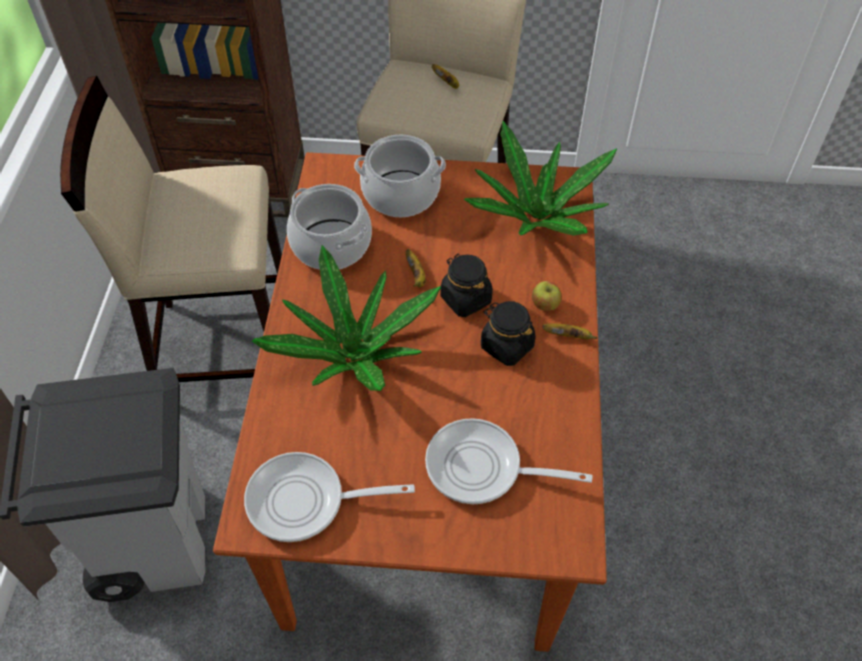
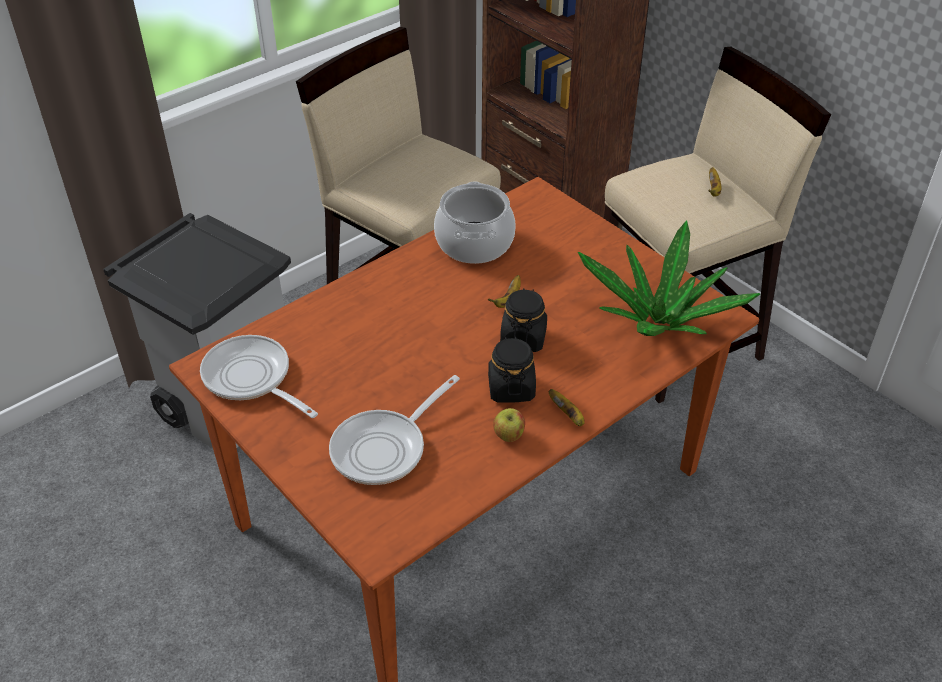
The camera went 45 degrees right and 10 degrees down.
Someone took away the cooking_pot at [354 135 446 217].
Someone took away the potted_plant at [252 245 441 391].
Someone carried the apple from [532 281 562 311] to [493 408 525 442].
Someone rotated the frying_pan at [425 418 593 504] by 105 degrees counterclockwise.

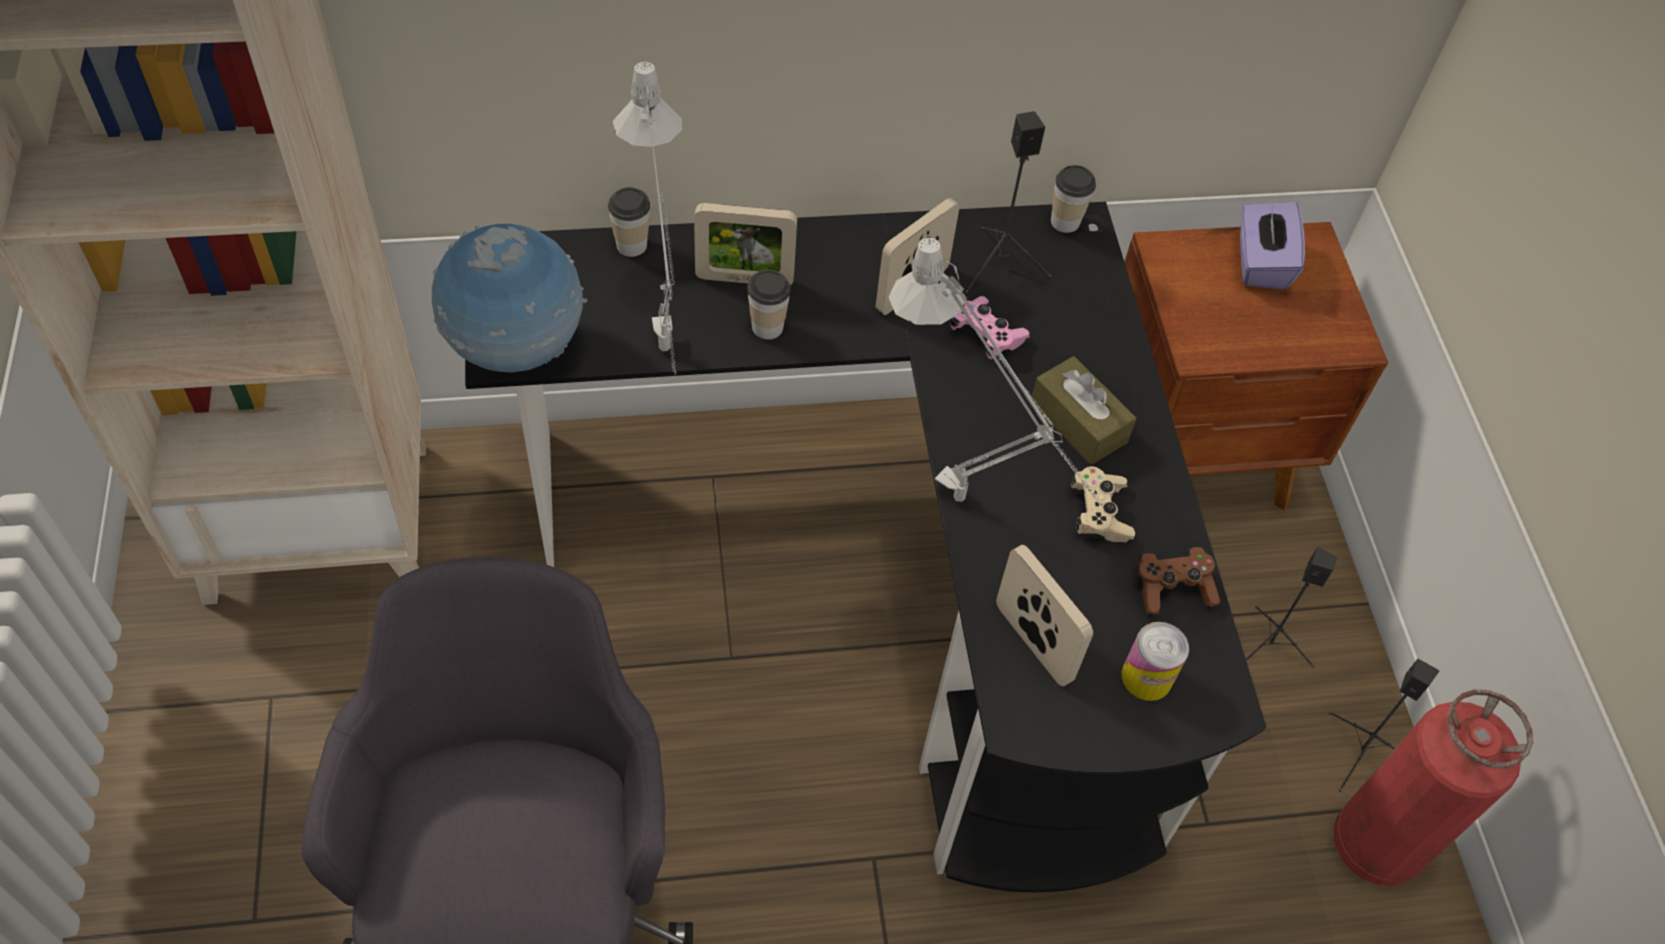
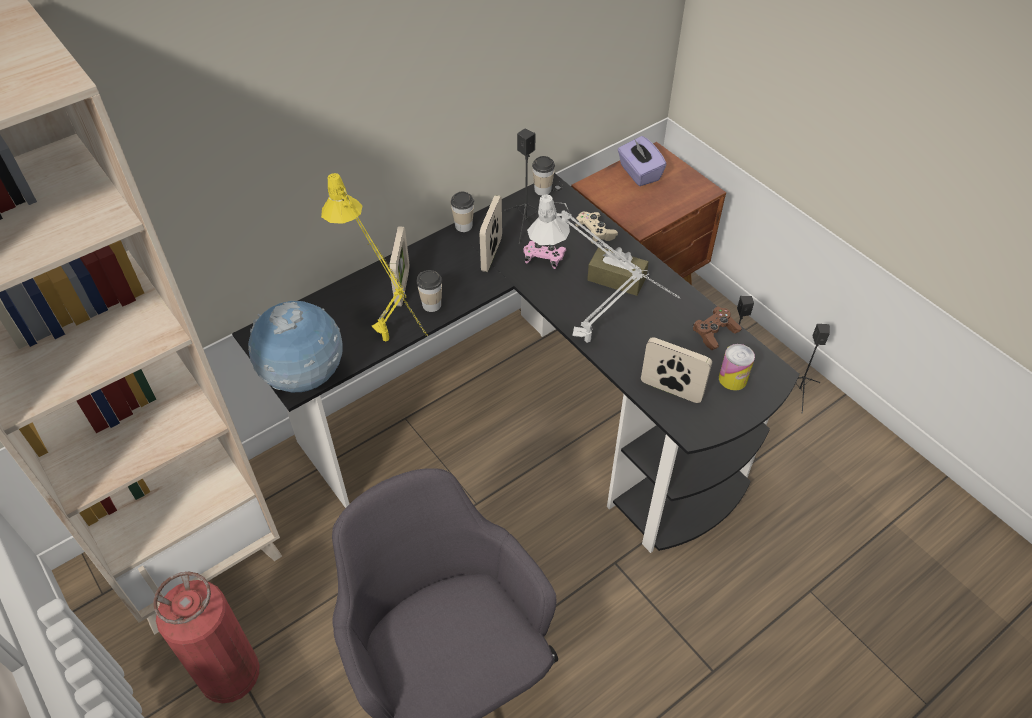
The camera went 25 degrees left and 5 degrees down.
Someone repainted the grey_table_lamp at [612 62 682 375], which became the yellow_table_lamp at [321 173 428 341].
Someone carried the cup from [608 187 650 257] to [450 192 474 232].
Someone rotated the picture_frame at [694 203 797 285] by 60 degrees counterclockwise.
Someone carried the beige_game_controller from [1071 467 1135 542] to [575 212 618 243].
Someone carried the fire_extinguisher from [1333 689 1533 886] to [153 571 259 703].

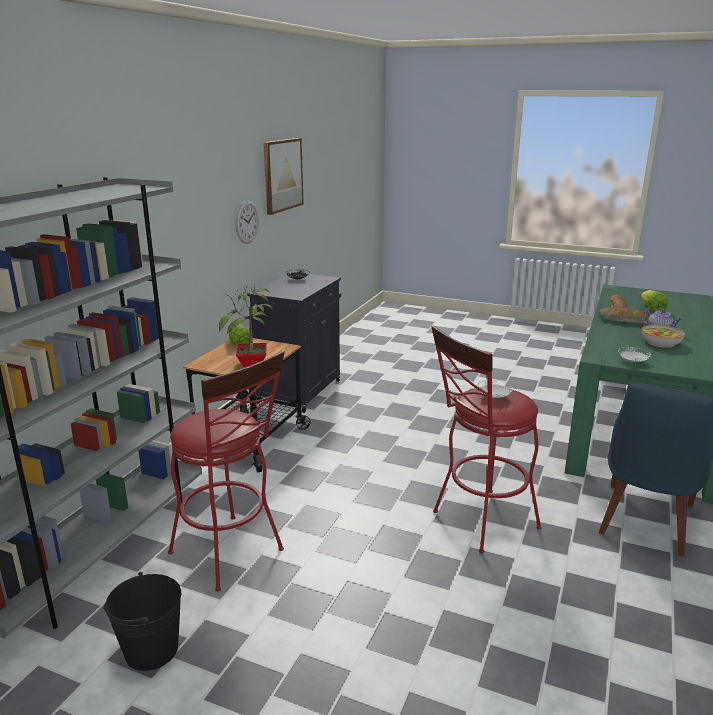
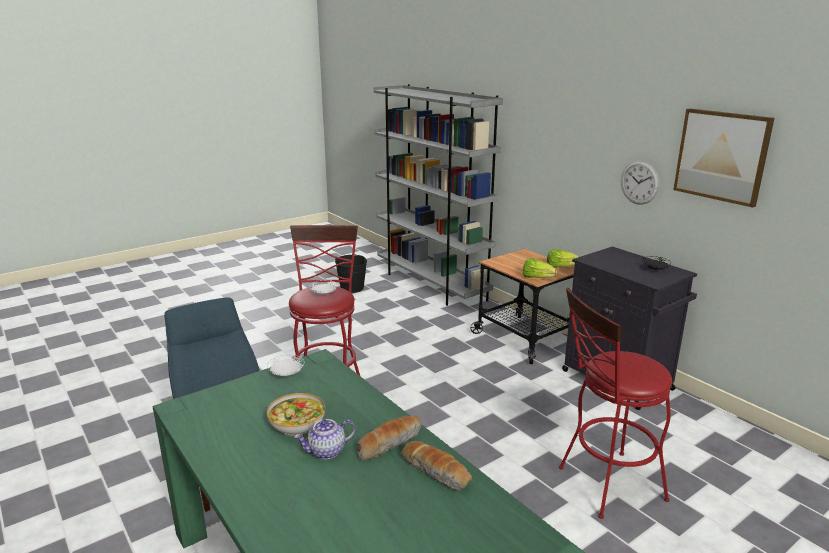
The camera went 120 degrees right and 0 degrees up.
Someone took away the potted_plant at [219 285 273 367].
Someone carried the lettuce from [641 290 668 312] to [523 258 557 278].
Someone carried the red_stool from [168 351 285 591] to [559 288 672 519].

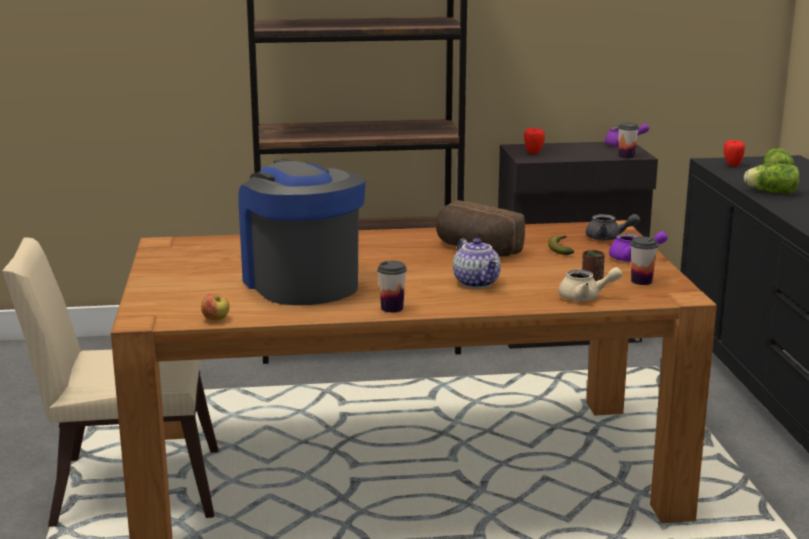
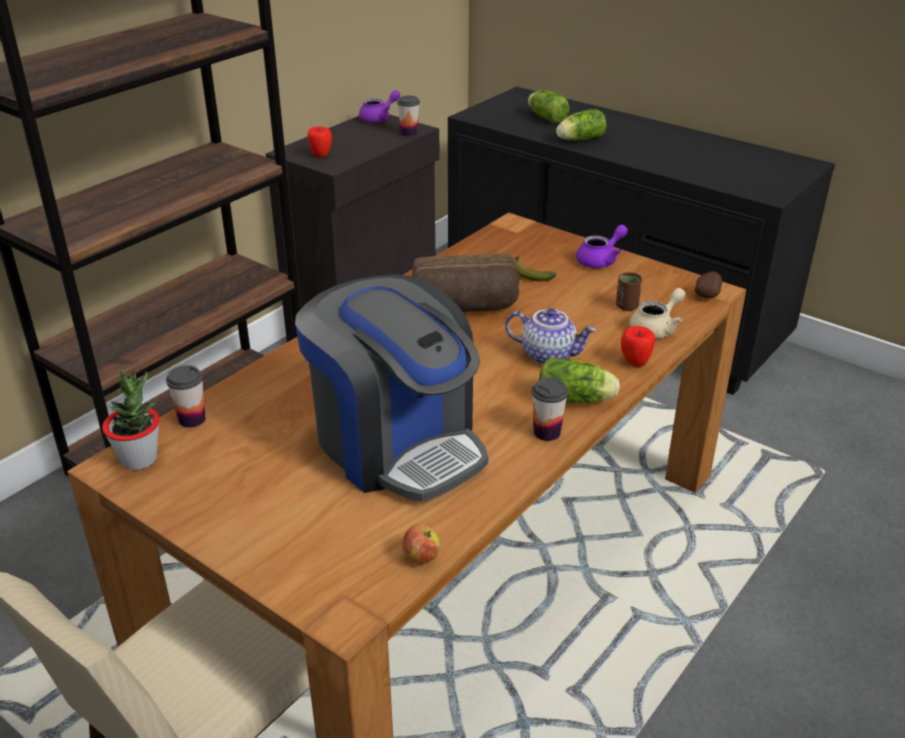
The camera went 45 degrees left and 15 degrees up.
Someone carried the apple from [724 140 745 166] to [621 326 655 367].
Someone rotated the coffee_machine at [238 159 366 305] by 150 degrees counterclockwise.
Someone took away the grey_teapot at [586 214 640 241].
Someone carried the cup from [630 236 659 285] to [166 365 206 428].
Someone put down the potato at [695 272 722 298].
Someone put down the lettuce at [539 358 620 403].
Someone put down the potted_plant at [102 370 160 470].

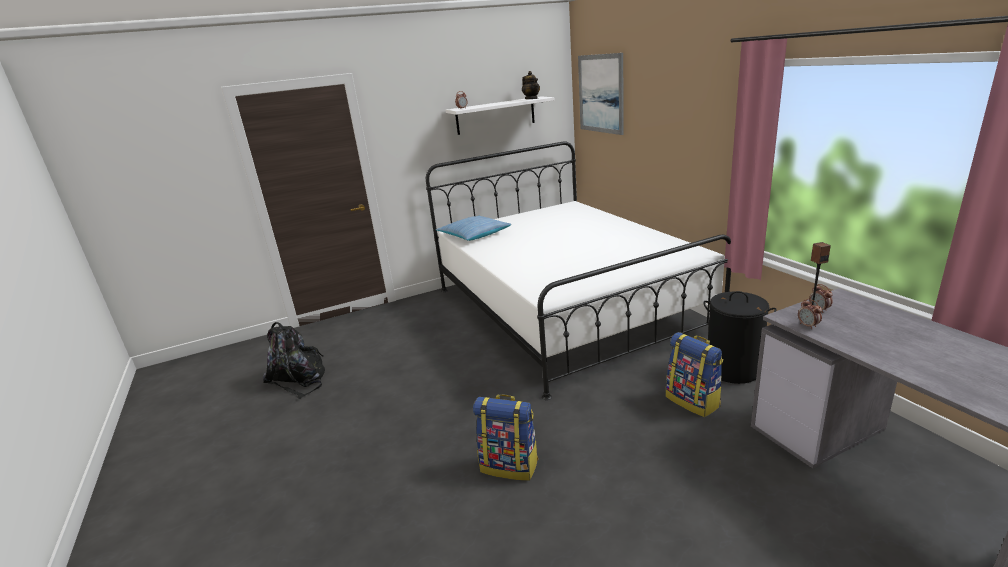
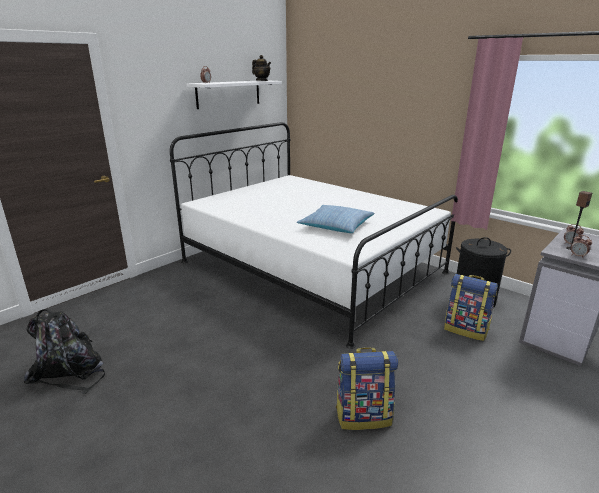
The camera went 25 degrees left and 0 degrees up.
Someone took away the picture at [578 53 624 135].
Someone carried the pillow from [436 216 511 241] to [297 205 374 233].

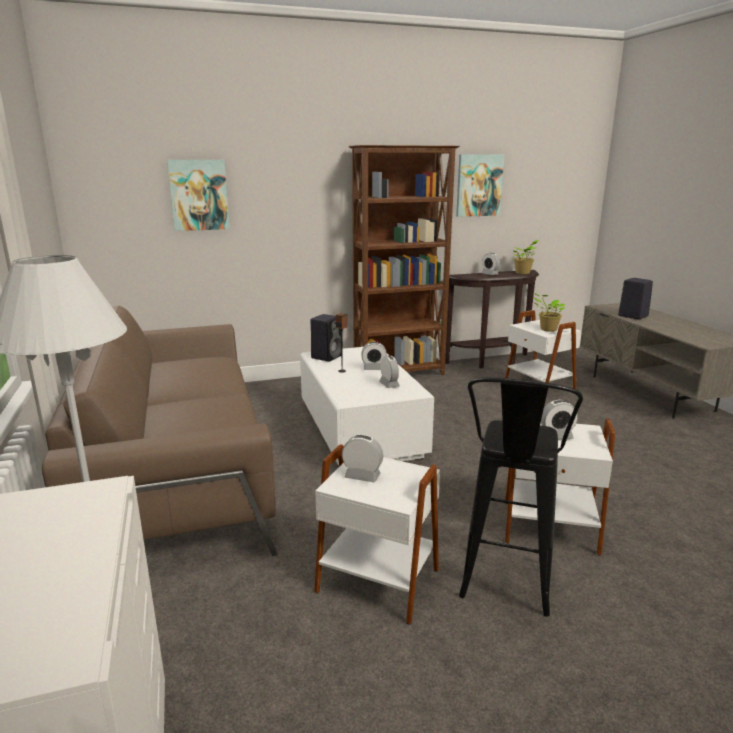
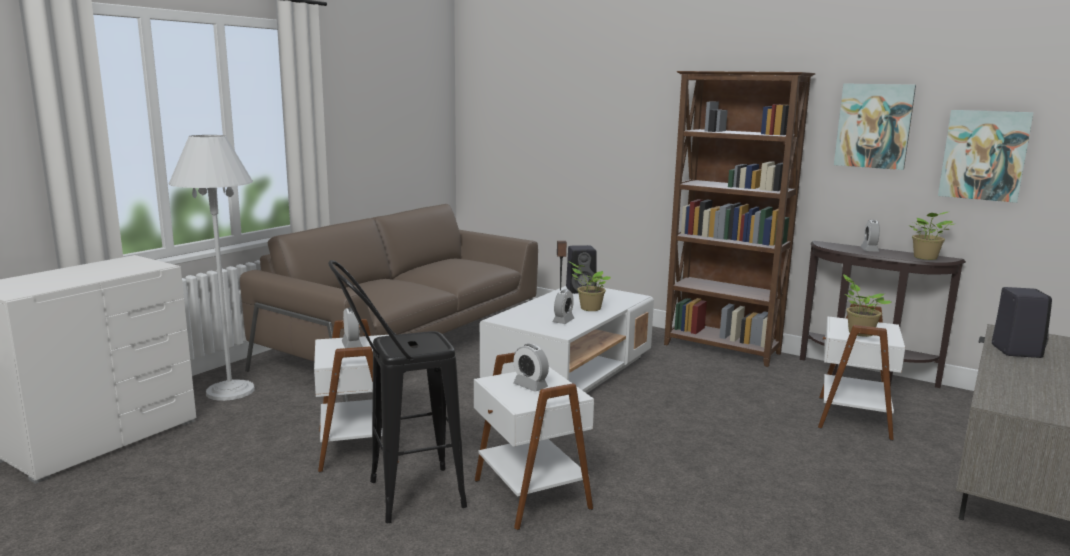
The camera went 50 degrees right and 5 degrees down.
Someone carried the picture from [167 160 230 231] to [938 110 1034 203].
Someone swapped the alarm_clock at [361 342 387 370] for the potted_plant at [568 261 611 311].

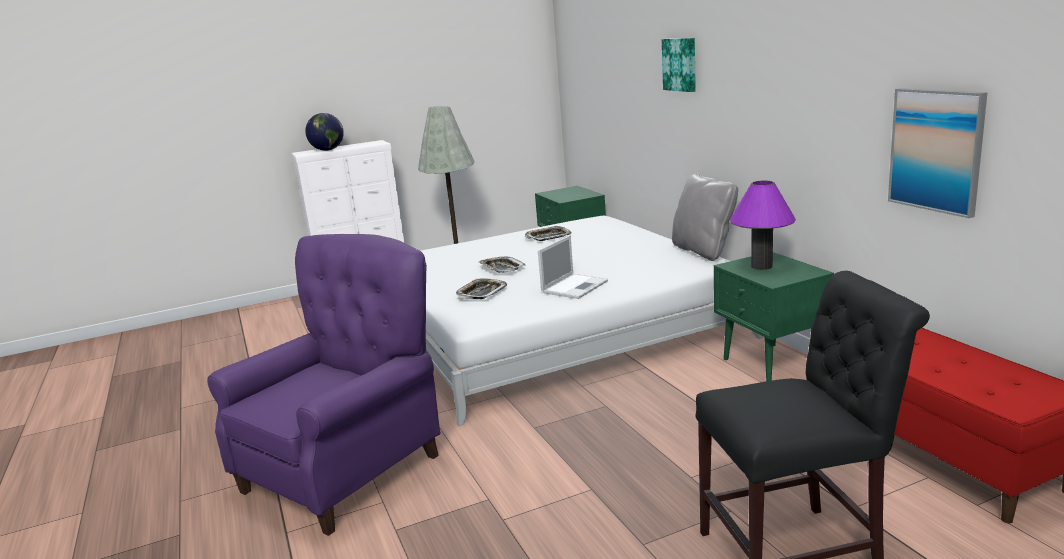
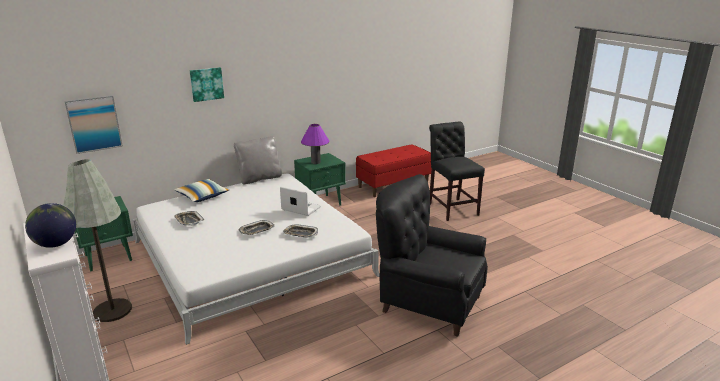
The camera went 100 degrees left and 5 degrees up.
Someone carried the picture from [888 88 988 218] to [64 95 123 154].
Someone repainted the purple_armchair at [207 234 441 536], which became the black_armchair at [376 174 488 337].
Someone put down the pillow at [174 179 229 202].

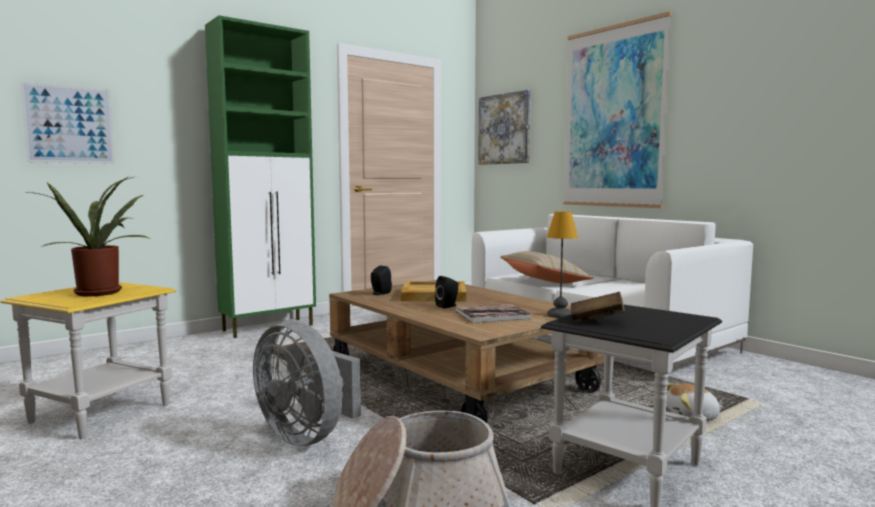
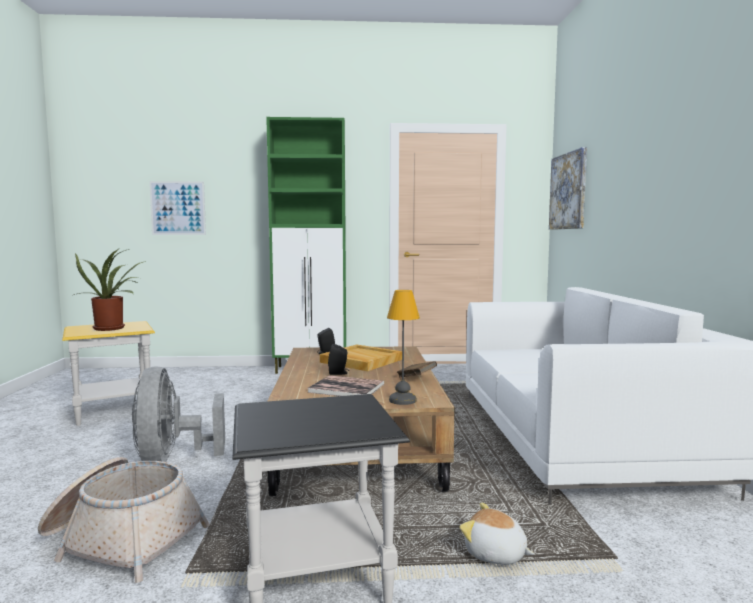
The camera went 35 degrees right and 0 degrees up.
Someone took away the picture at [563 11 672 208].
Someone took away the beige_pillow at [500 251 593 283].
Someone carried the brown_book from [570 292 624 323] to [397 361 437 378].

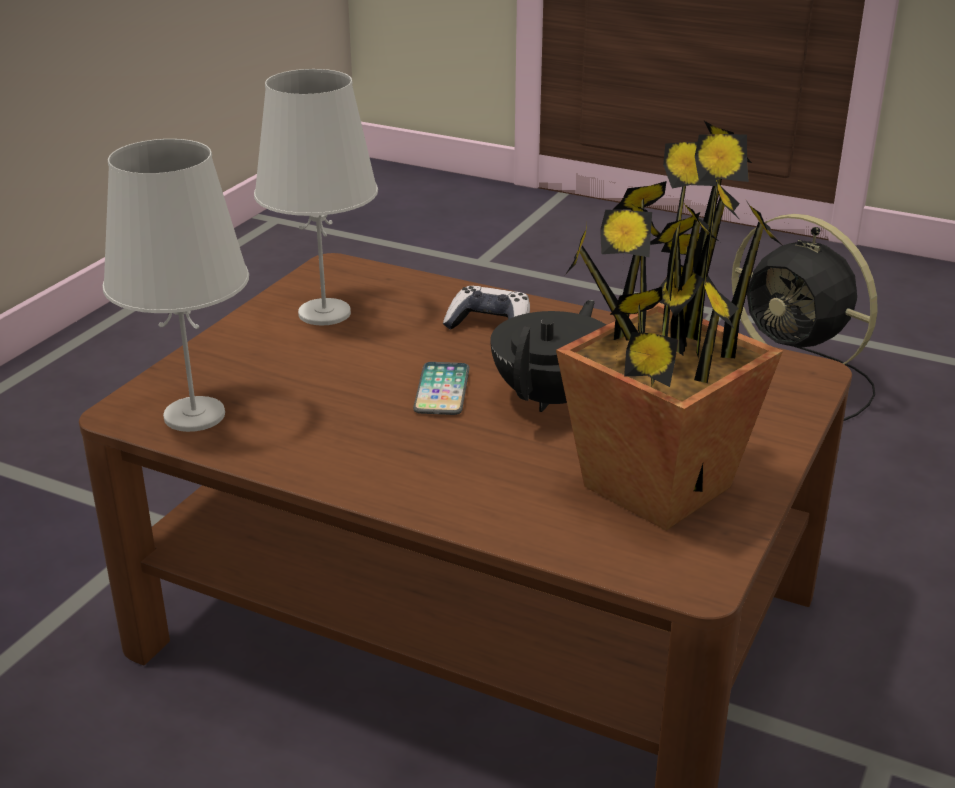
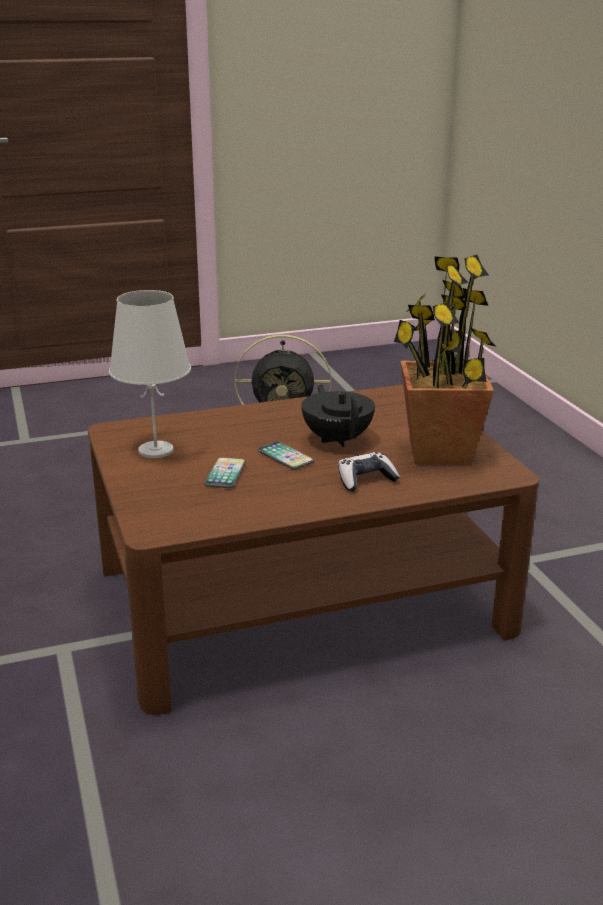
The camera went 45 degrees left and 5 degrees down.
Someone took away the white_table_lamp at [103 139 249 432].
Someone carried the game_controller from [443 286 530 330] to [338 452 400 492].
Someone put down the phone at [204 457 246 488].

